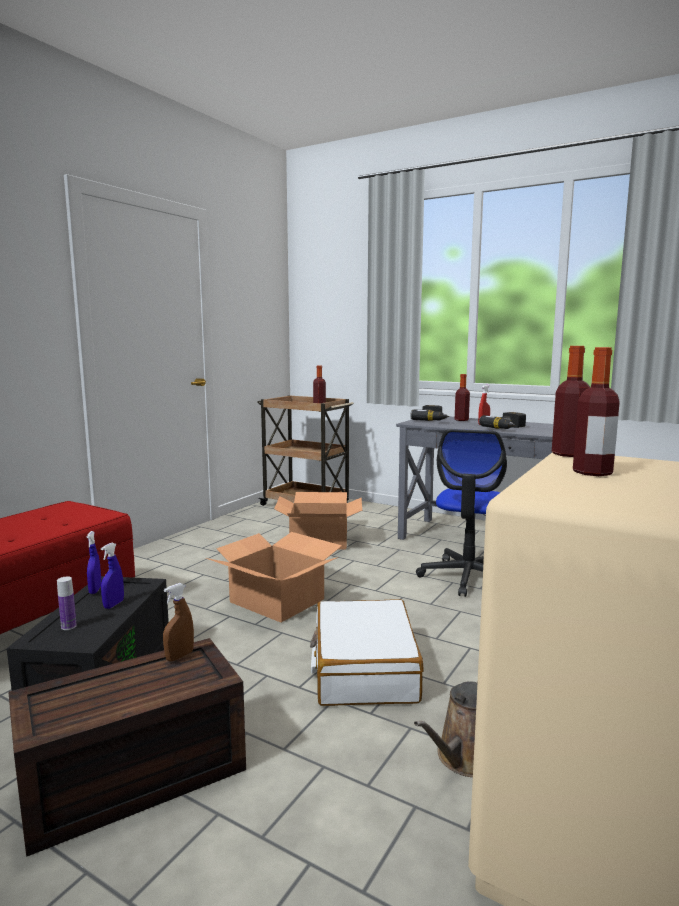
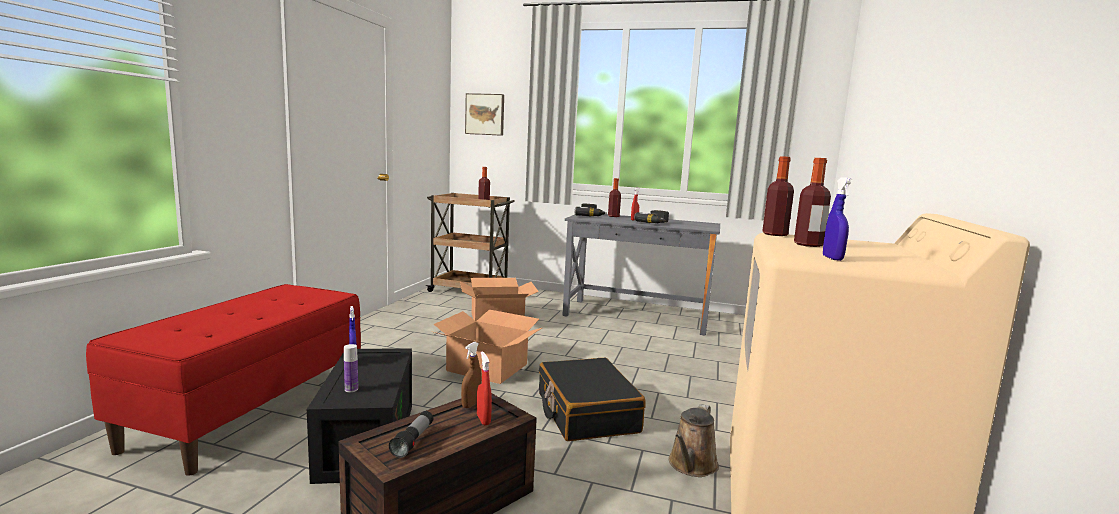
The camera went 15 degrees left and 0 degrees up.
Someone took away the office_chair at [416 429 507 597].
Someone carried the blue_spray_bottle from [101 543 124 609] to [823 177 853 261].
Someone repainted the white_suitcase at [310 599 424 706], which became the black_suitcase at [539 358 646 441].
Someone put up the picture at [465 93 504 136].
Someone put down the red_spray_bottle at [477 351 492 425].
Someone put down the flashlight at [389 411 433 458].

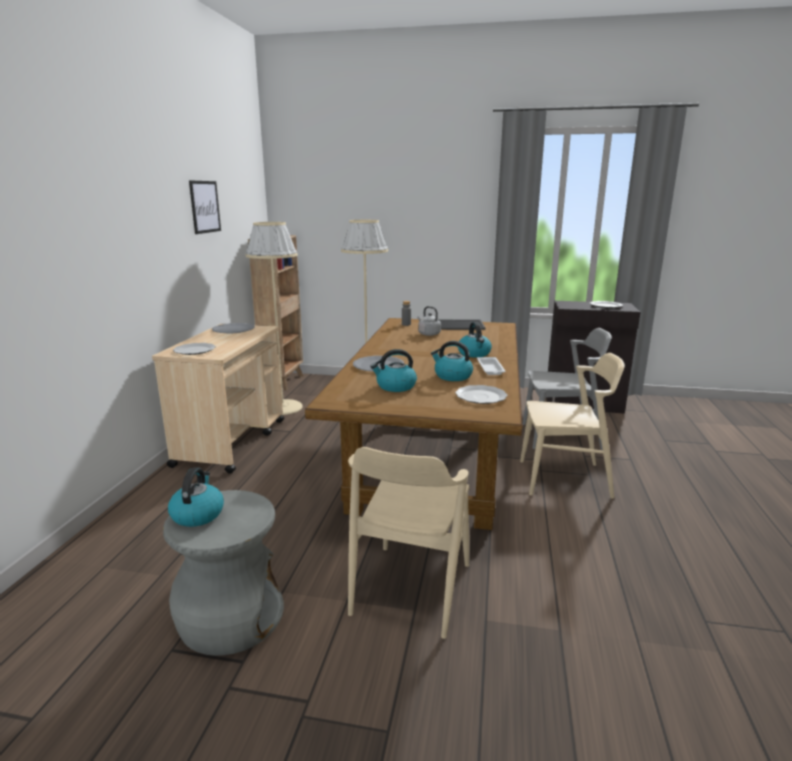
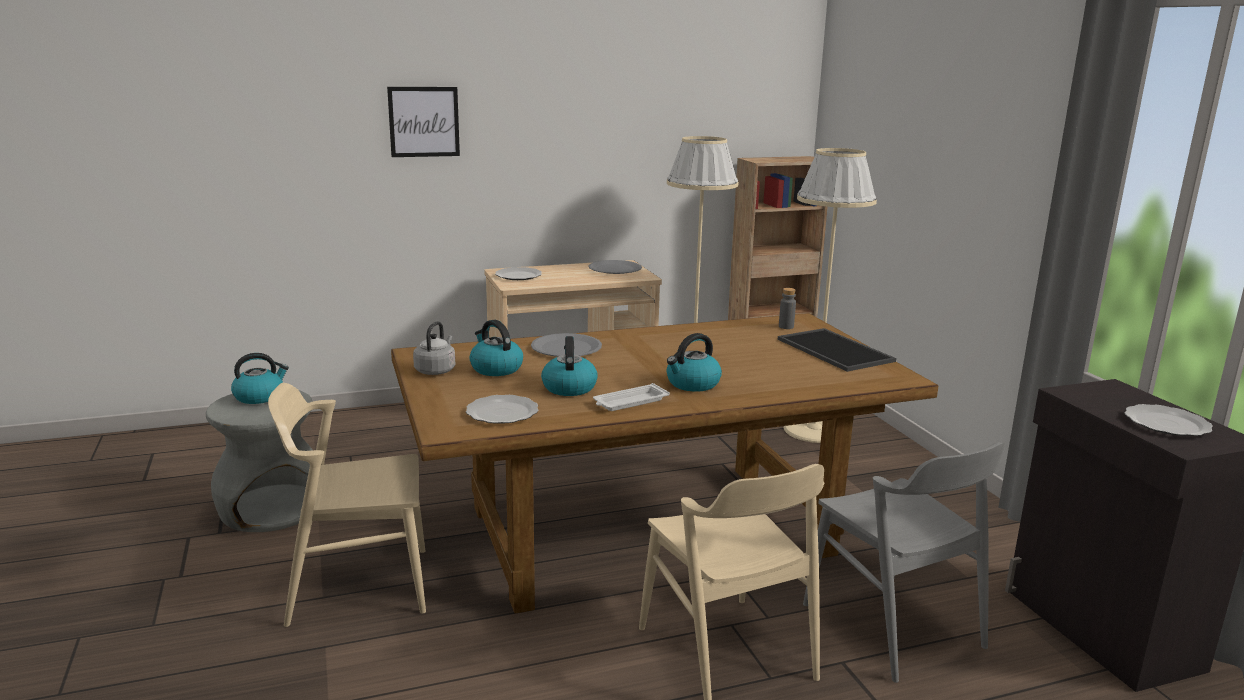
The camera went 60 degrees right and 0 degrees up.
Someone carried the picture from [189 180 221 234] to [387 87 460 157].
Someone carried the grey_kettle from [417 306 441 336] to [413 321 455 375].

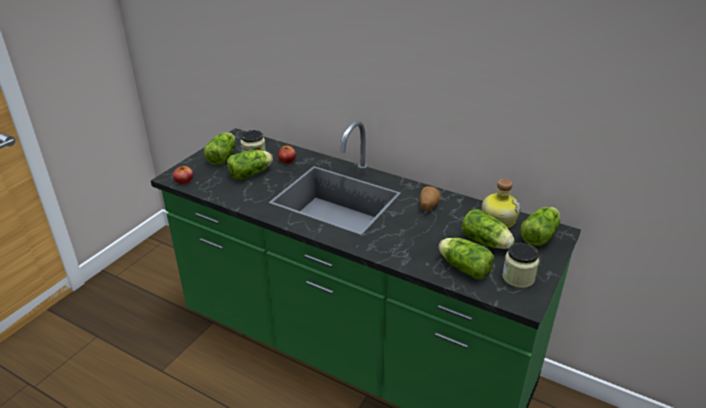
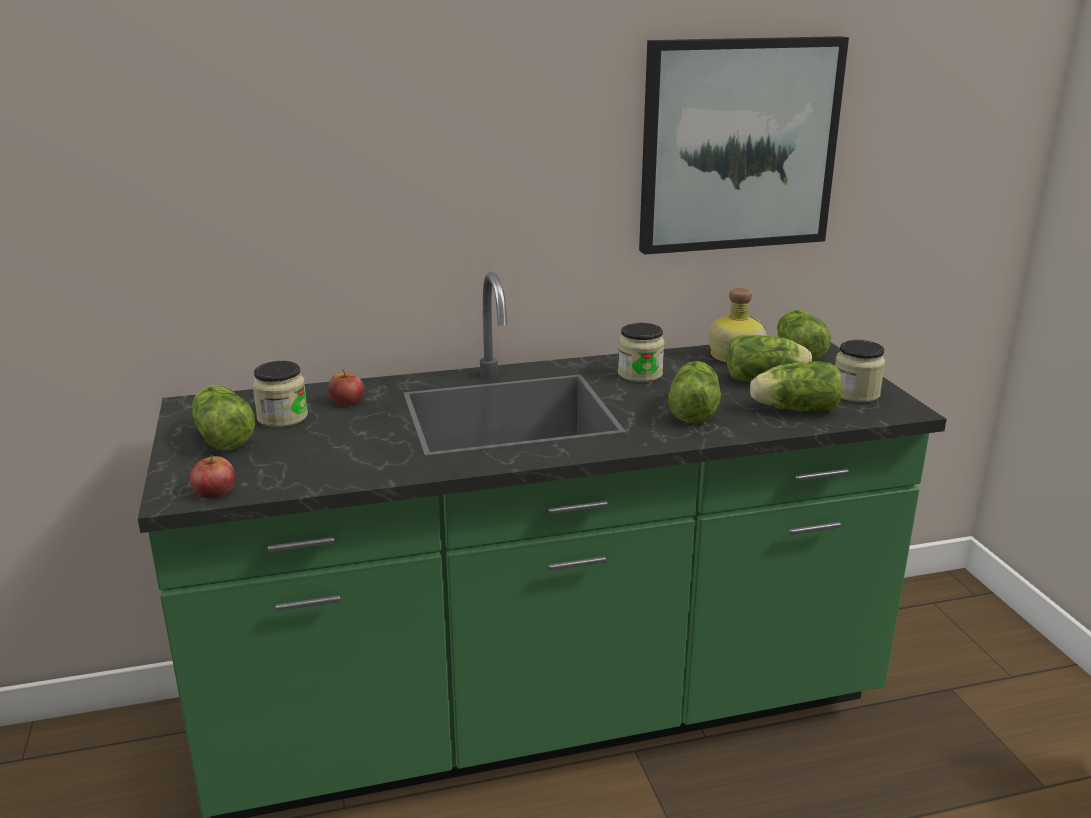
The camera went 45 degrees left and 10 degrees down.
Someone carried the lettuce from [227 150 273 180] to [668 361 721 424].
Someone swapped the potato at [420 186 441 211] for the jar at [618 323 665 382].
Someone put up the picture at [639 36 849 255].

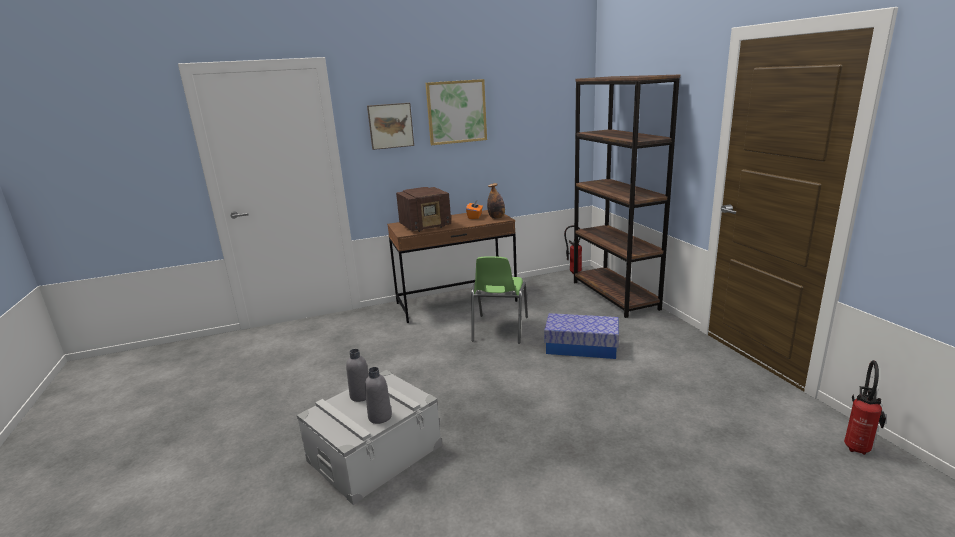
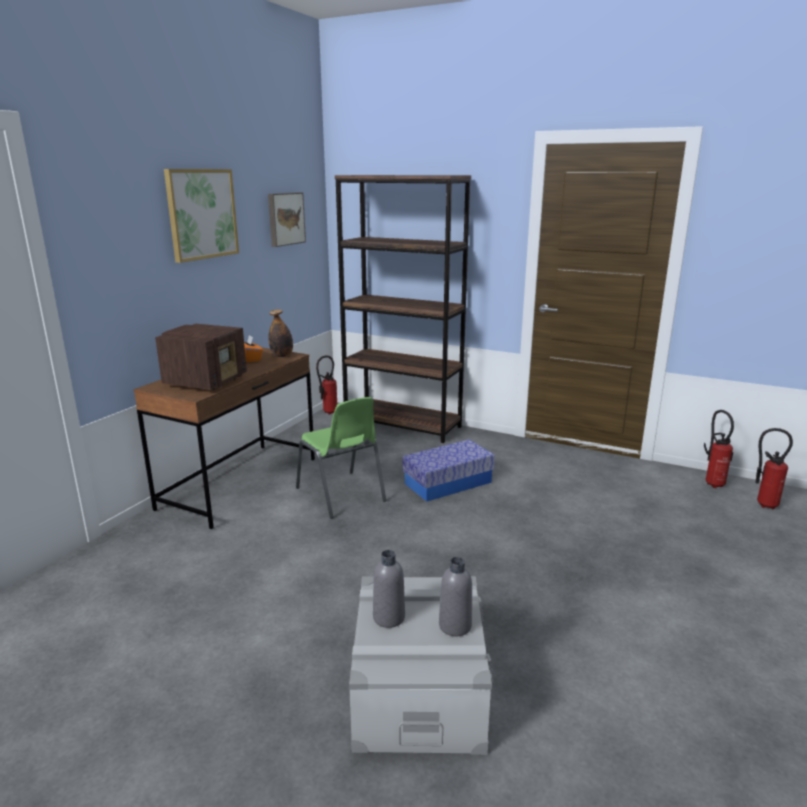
The camera went 45 degrees left and 0 degrees up.
Someone carried the picture from [367 103 414 150] to [268 193 306 247].
Someone put down the fire_extinguisher at [755 428 793 509].

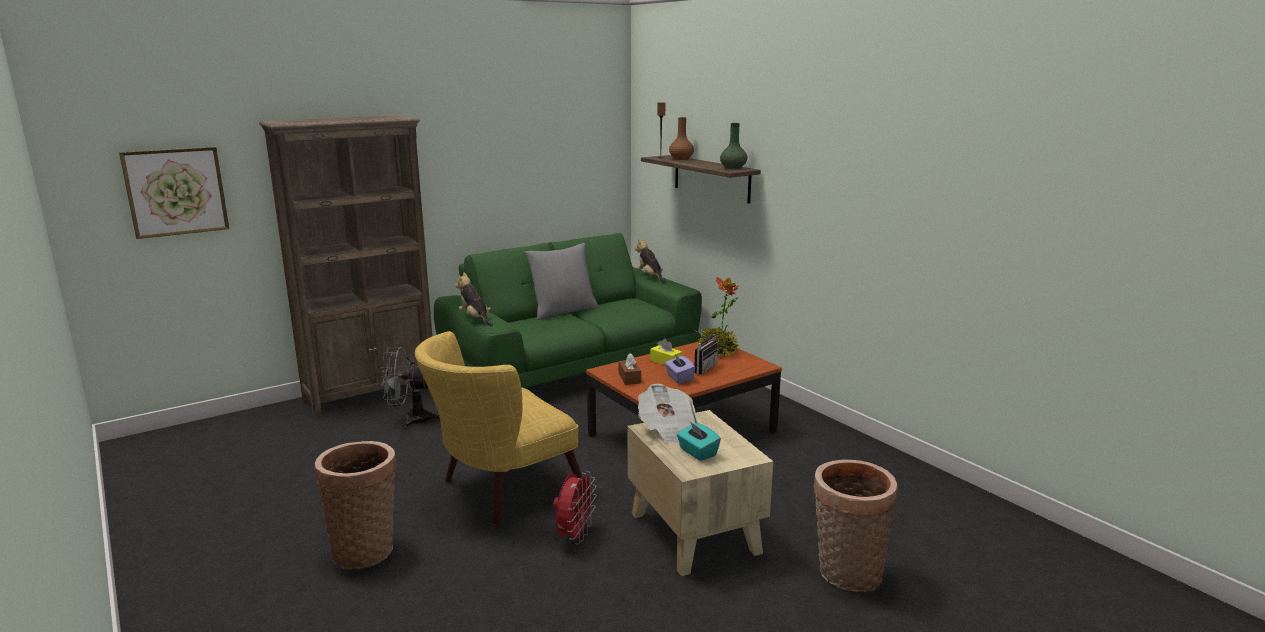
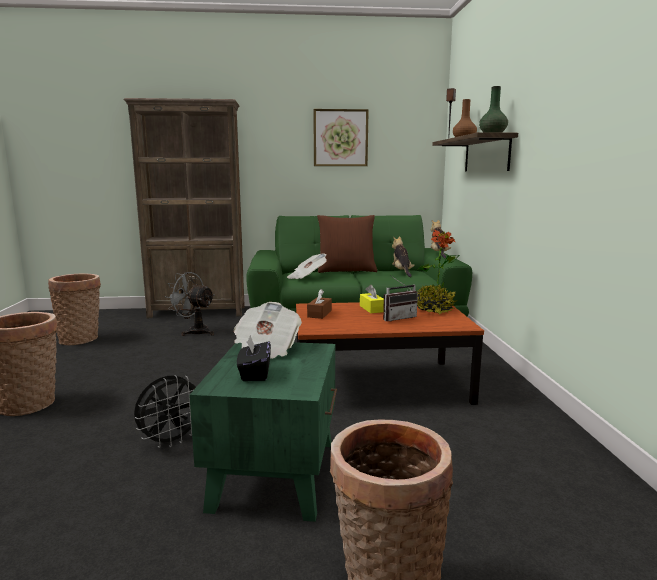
The camera went 30 degrees right and 5 degrees down.
Someone carried the picture from [119 147 229 239] to [313 109 369 166].
Someone repainted the grey_pillow at [525 243 599 320], which became the brown_pillow at [317 215 377 273].
Someone carried the plush_toy from [455 272 493 326] to [392 236 415 277].
Someone took away the yellow_armchair at [415 331 582 525].
Someone took away the purple_tissue_box at [665 354 695 383].
Someone repainted the beige_side_table at [627 410 773 576], which became the green_side_table at [189 342 337 522].
Someone repainted the turquoise_tissue_box at [677 423 721 461], which became the black_tissue_box at [237 335 271 381].
Someone repainted the red_fan at [553 471 597 544], which became the black_fan at [134 375 196 448].
Someone put down the newspaper at [287 253 327 279].
Someone put down the basket at [48 273 101 345].

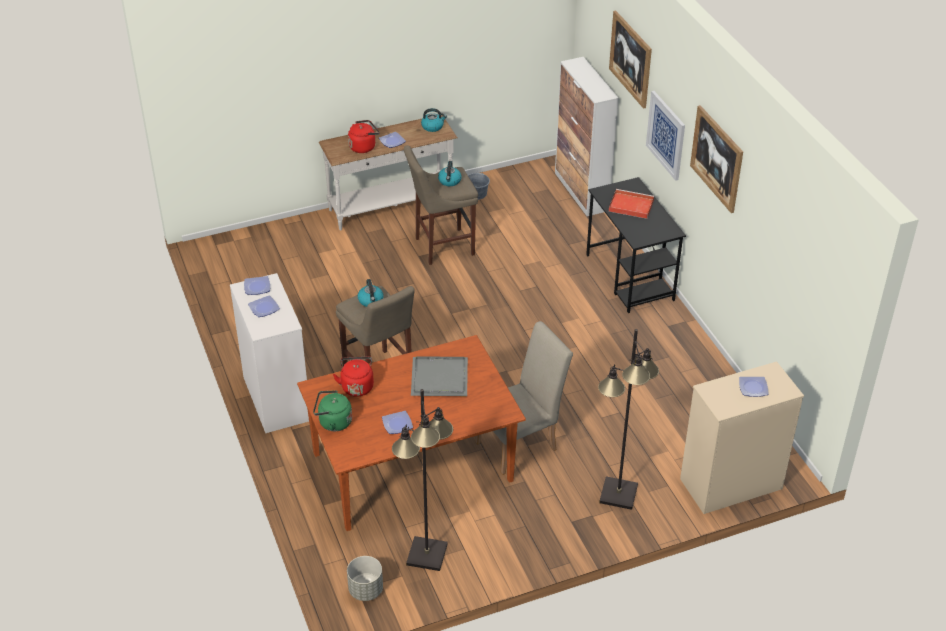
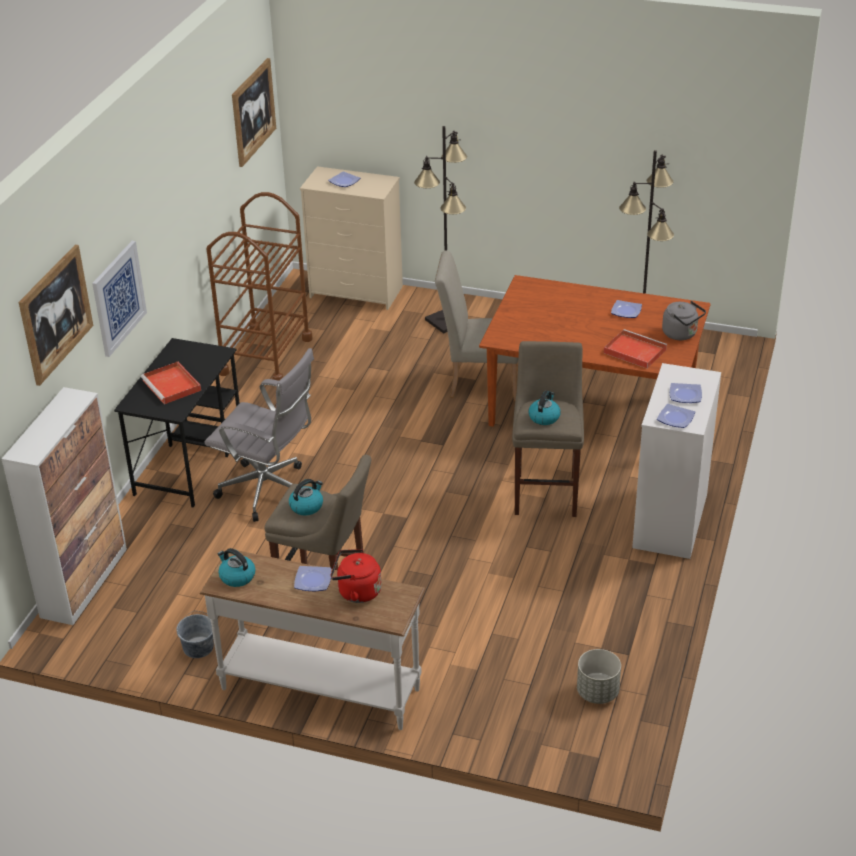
The camera went 140 degrees left and 5 degrees down.
Someone carried the picture from [690 105 743 213] to [232 58 276 167].
Someone swapped the red_kettle at [333 356 374 397] for the red_tray at [604 329 667 368].
Someone took away the grey_tray at [411 356 468 396].
Someone repainted the green_kettle at [313 390 352 431], which became the grey_kettle at [662 301 706 340].
Someone carried the grey_planter from [347 556 383 601] to [577 649 621 704].
Someone put down the brown_cart at [207 192 312 381].
Someone put down the grey_office_chair at [204 348 314 522].

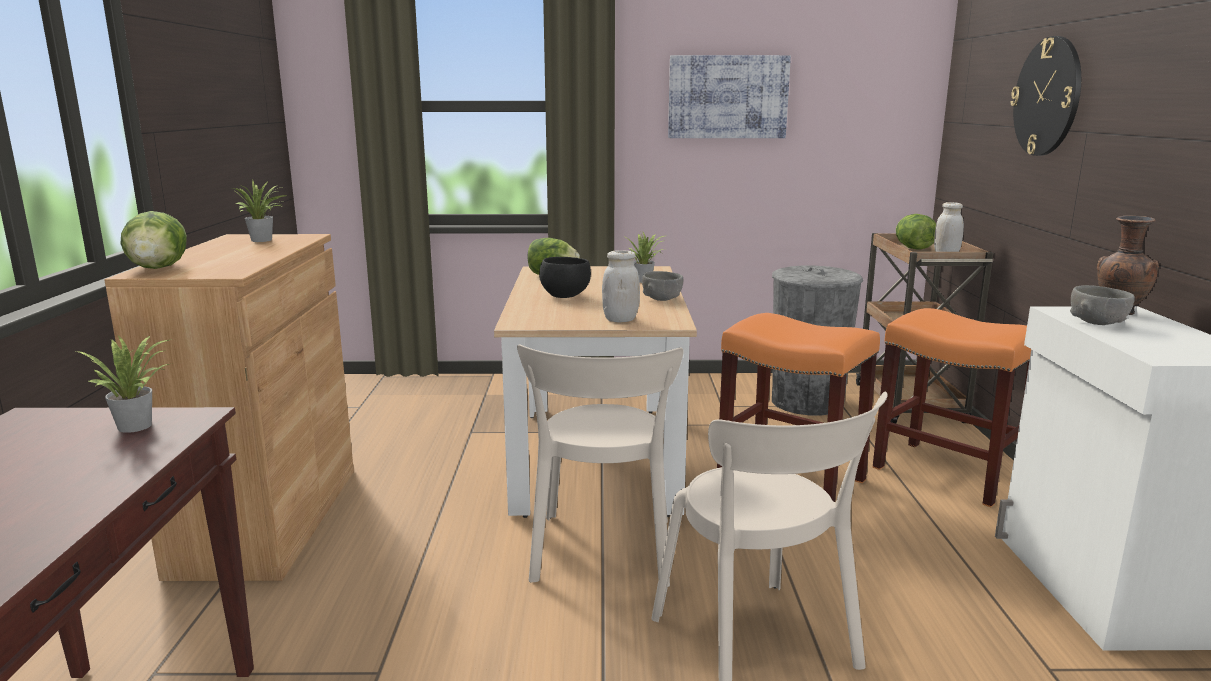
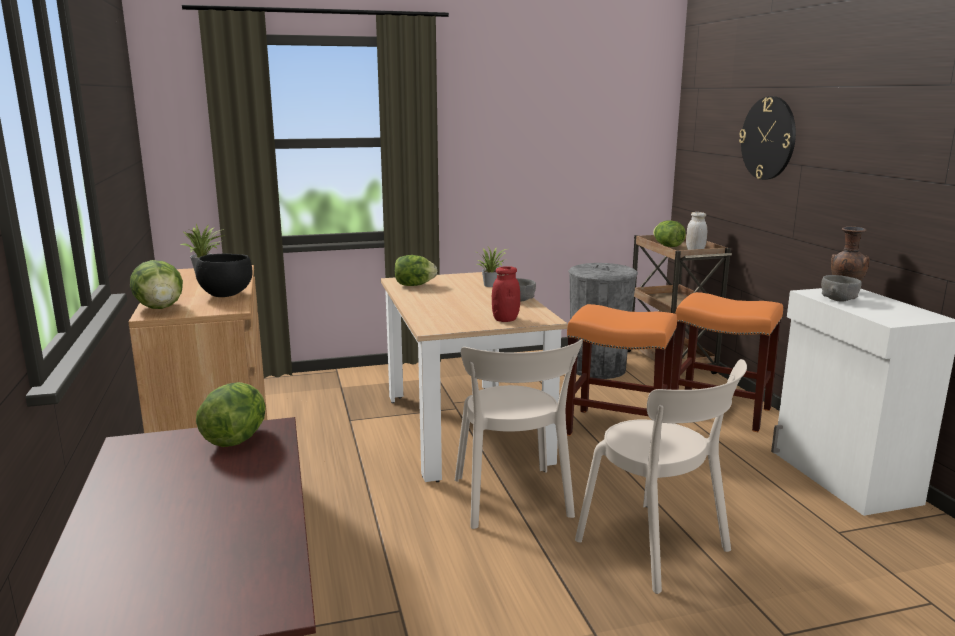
The camera went 15 degrees left and 0 degrees up.
Someone took away the picture at [668 55 791 138].
Someone repainted the white_jar at [602 250 640 322], which became the red_jar at [492 266 520 322].
Someone carried the black_bowl from [539 257 591 298] to [195 254 253 297].
Someone swapped the potted_plant at [76 335 172 433] for the lettuce at [196 382 266 447].

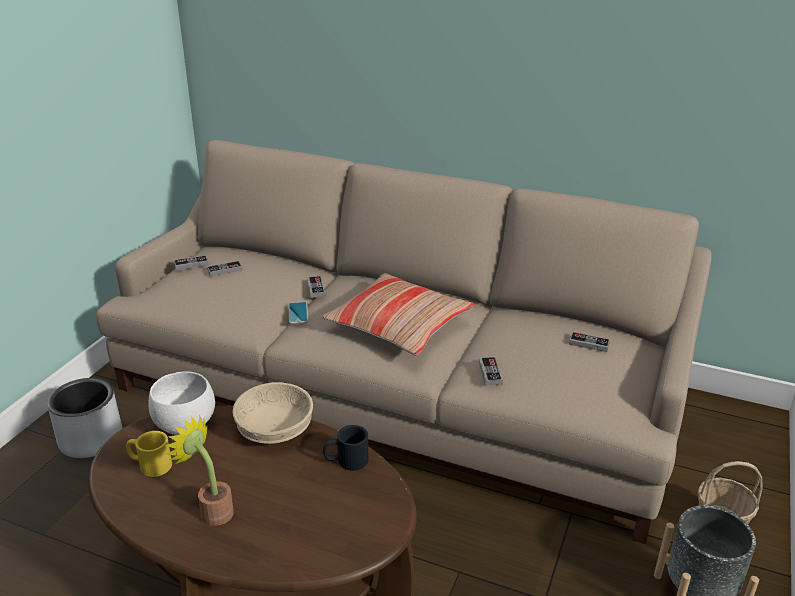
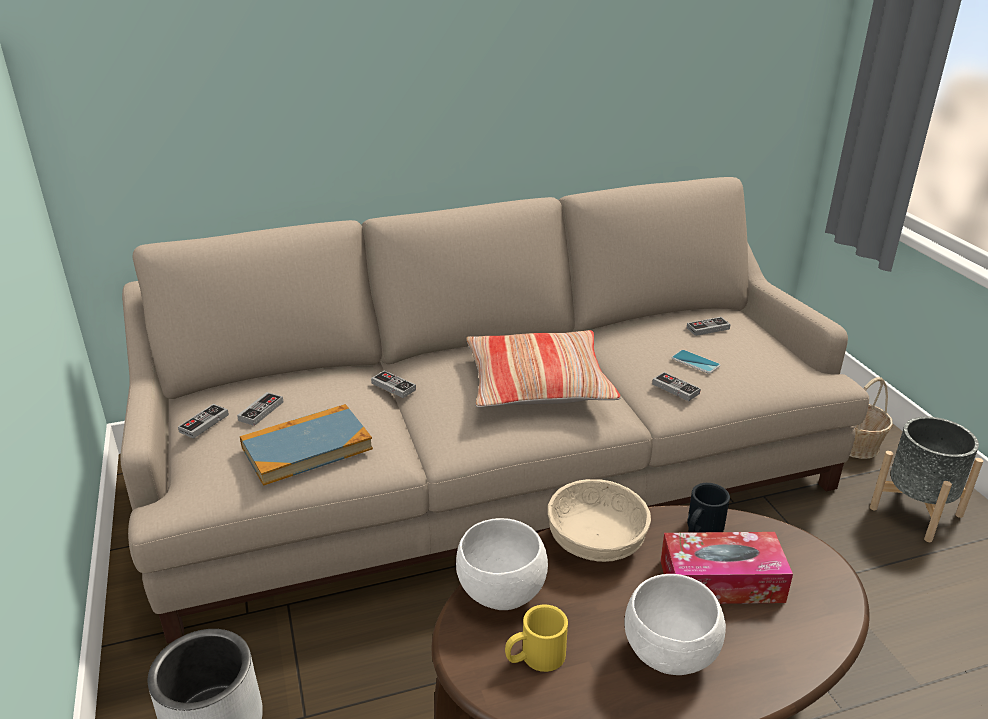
The camera went 40 degrees left and 0 degrees up.
Someone carried the phone from [289 302 308 324] to [671 350 720 374].
Someone swapped the potted_plant at [165 414 234 526] for the white_bowl at [624 574 726 675].
Someone put down the book at [240 404 373 486].
Someone put down the tissue_box at [661 532 793 604].

